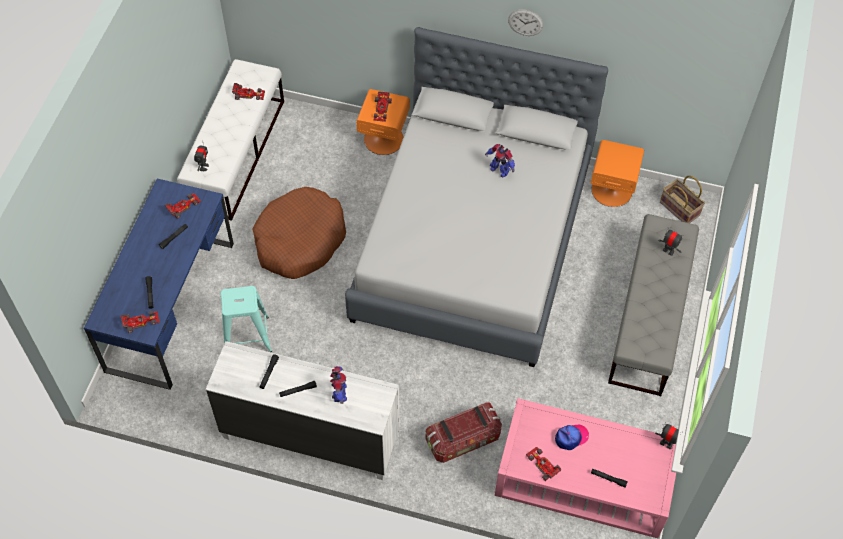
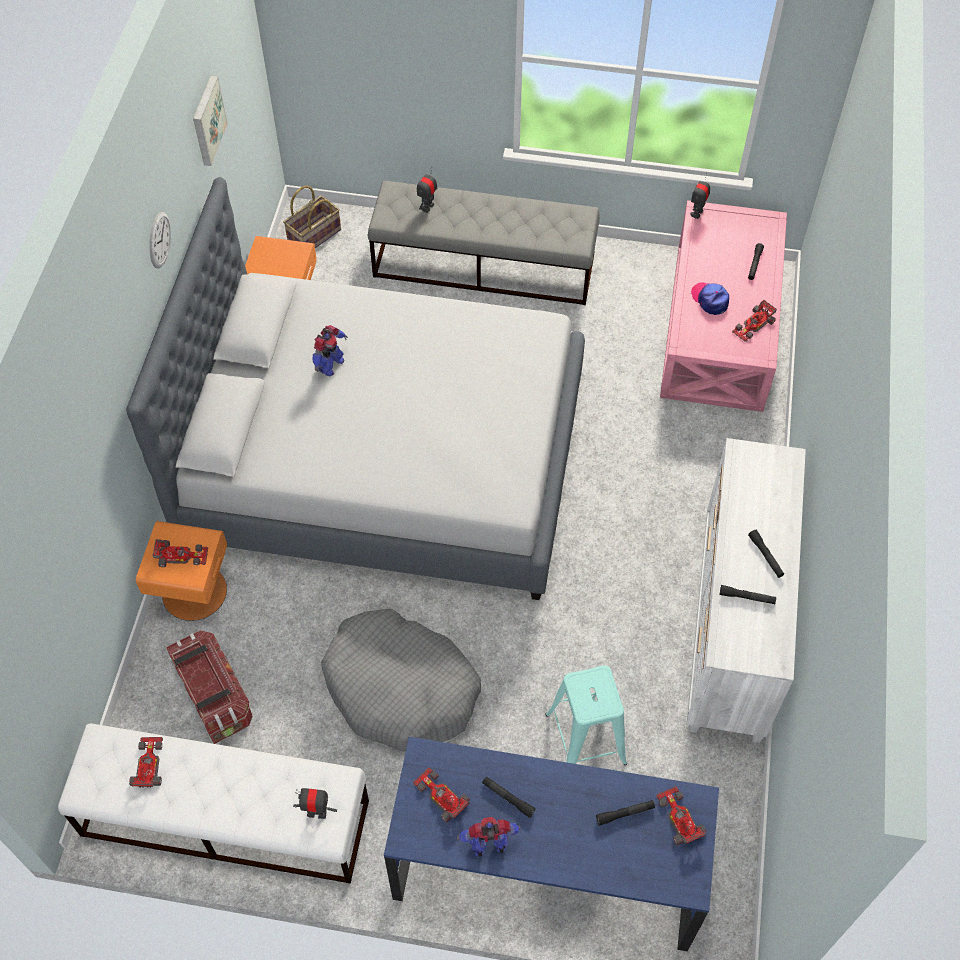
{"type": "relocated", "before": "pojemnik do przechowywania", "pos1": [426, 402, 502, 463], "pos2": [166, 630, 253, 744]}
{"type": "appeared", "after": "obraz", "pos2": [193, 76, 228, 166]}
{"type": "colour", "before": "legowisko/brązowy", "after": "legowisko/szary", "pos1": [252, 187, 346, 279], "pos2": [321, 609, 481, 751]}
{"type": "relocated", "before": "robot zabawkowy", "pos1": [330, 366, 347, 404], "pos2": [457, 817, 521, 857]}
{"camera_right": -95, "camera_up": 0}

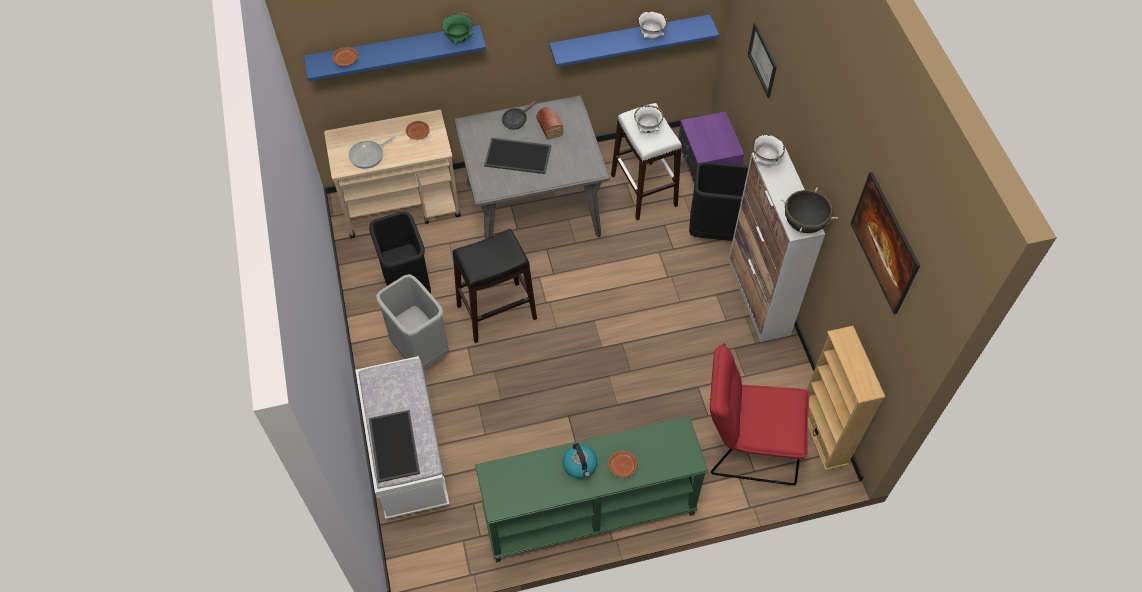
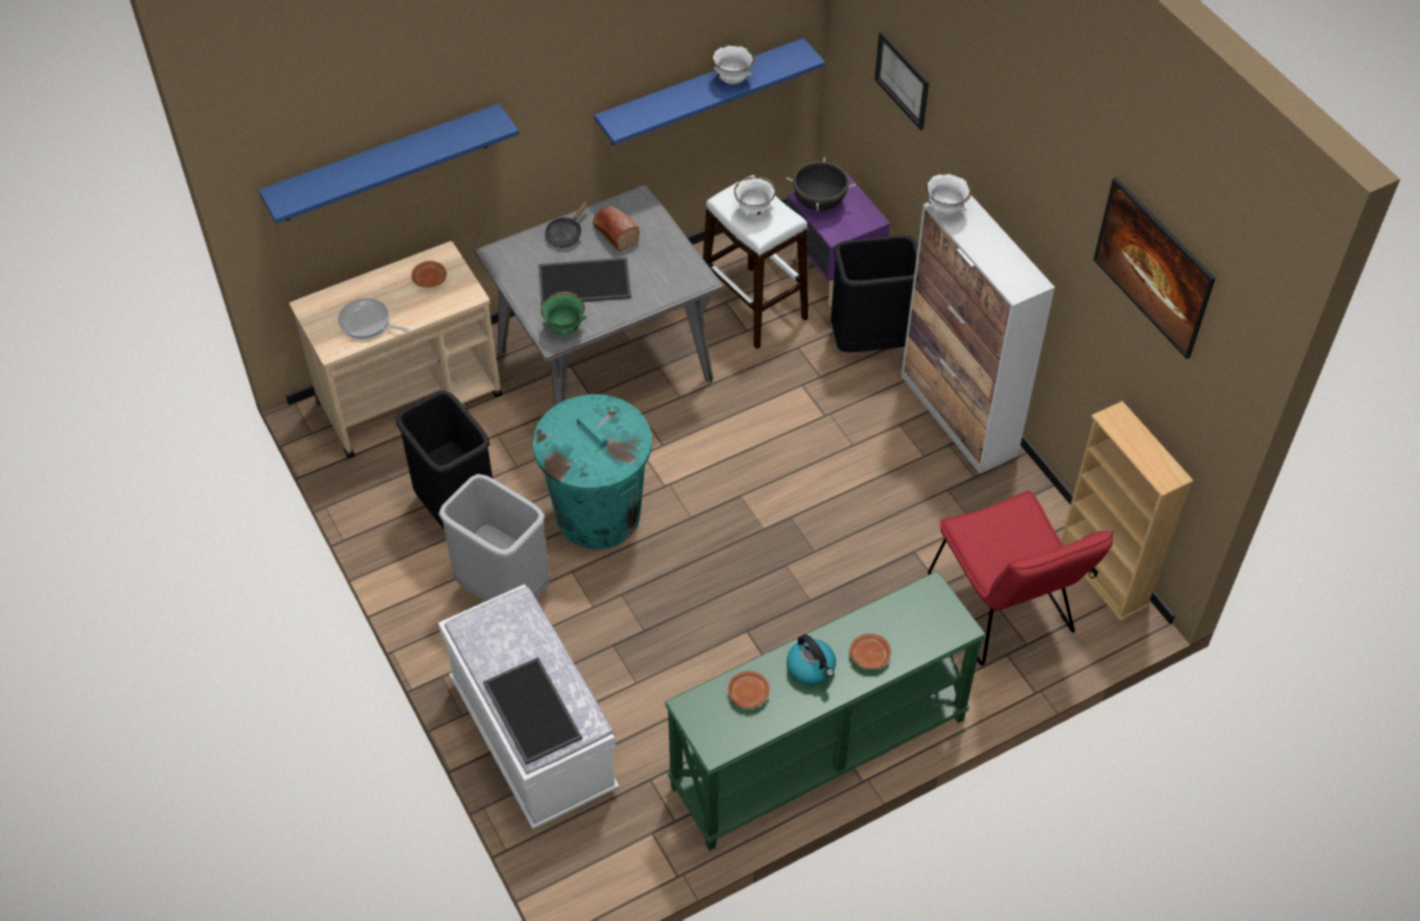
{"type": "spun", "before": "patelnia", "pos1": [349, 136, 396, 169], "pos2": [338, 298, 409, 339], "turn": 75}
{"type": "exchanged", "before": "stołek/czarny", "after": "kosz na śmieci/turkusowy", "pos1": [452, 229, 537, 343], "pos2": [533, 394, 652, 549]}
{"type": "relocated", "before": "miska/zielony", "pos1": [442, 13, 474, 44], "pos2": [541, 292, 587, 337]}
{"type": "relocated", "before": "talerz/brązowy", "pos1": [332, 47, 358, 66], "pos2": [728, 671, 770, 709]}
{"type": "relocated", "before": "garnek/czarny", "pos1": [780, 187, 837, 233], "pos2": [786, 157, 856, 211]}
{"type": "spun", "before": "krzesło/czerwony", "pos1": [710, 343, 809, 485], "pos2": [928, 491, 1114, 665], "turn": -105}
{"camera_right": -15, "camera_up": -5}

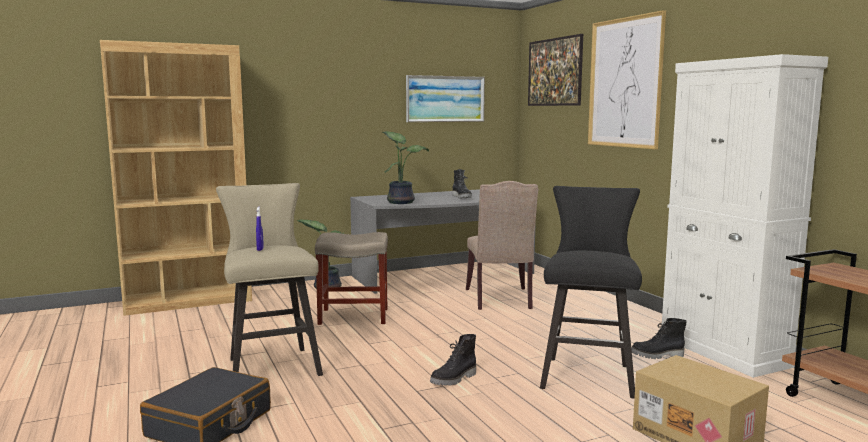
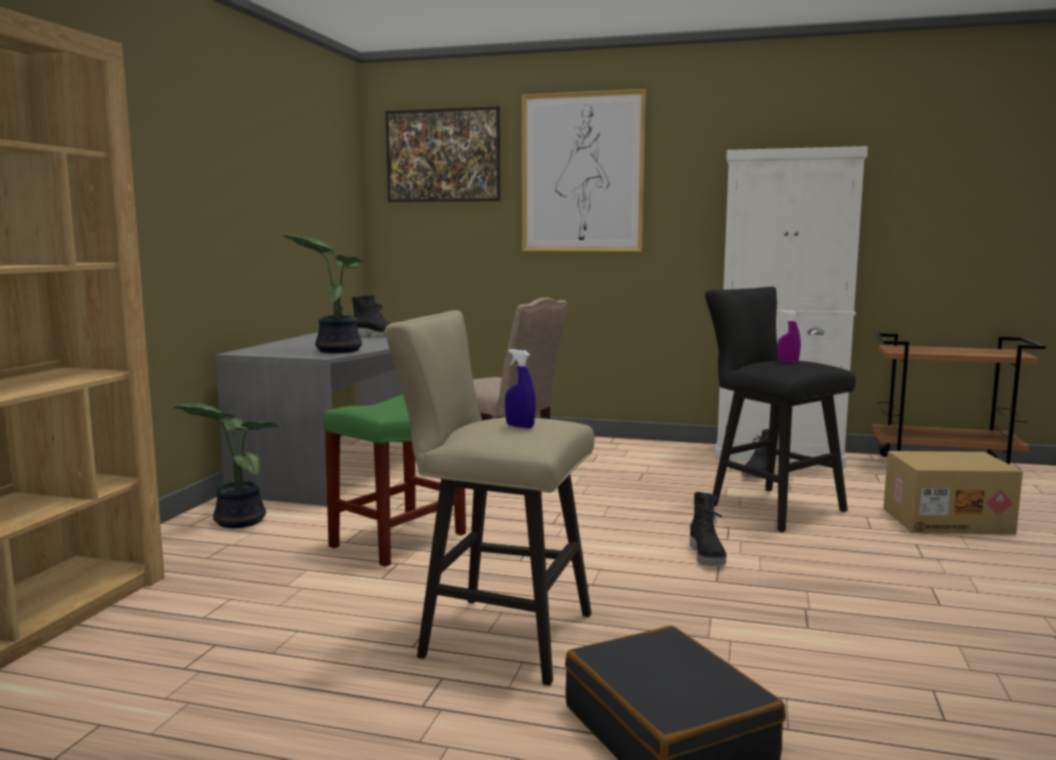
{"type": "colour", "before": "stołek/beżowy", "after": "stołek/zielony", "pos1": [315, 232, 388, 325], "pos2": [323, 395, 466, 567]}
{"type": "appeared", "after": "spryskiwacz/fioletowy", "pos2": [777, 311, 801, 362]}
{"type": "missing", "before": "obraz", "pos1": [406, 75, 485, 122]}
{"camera_right": -50, "camera_up": 0}

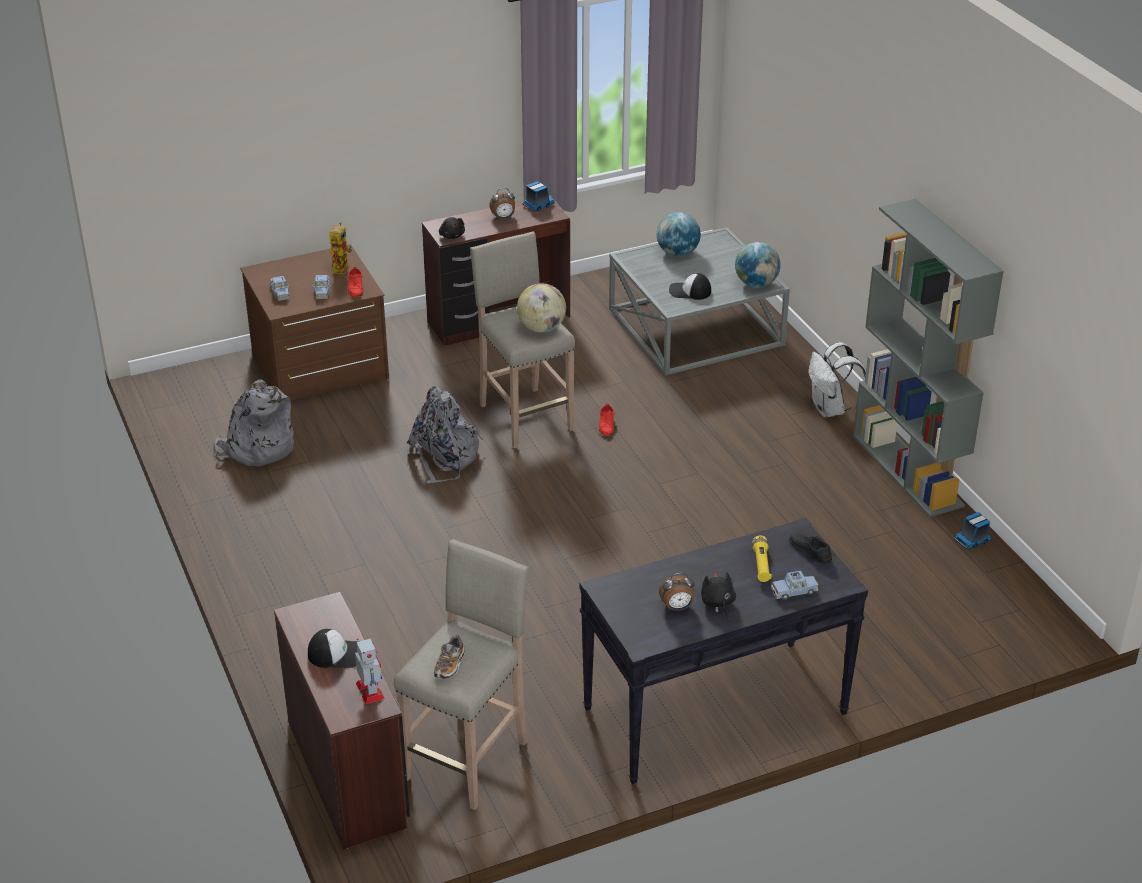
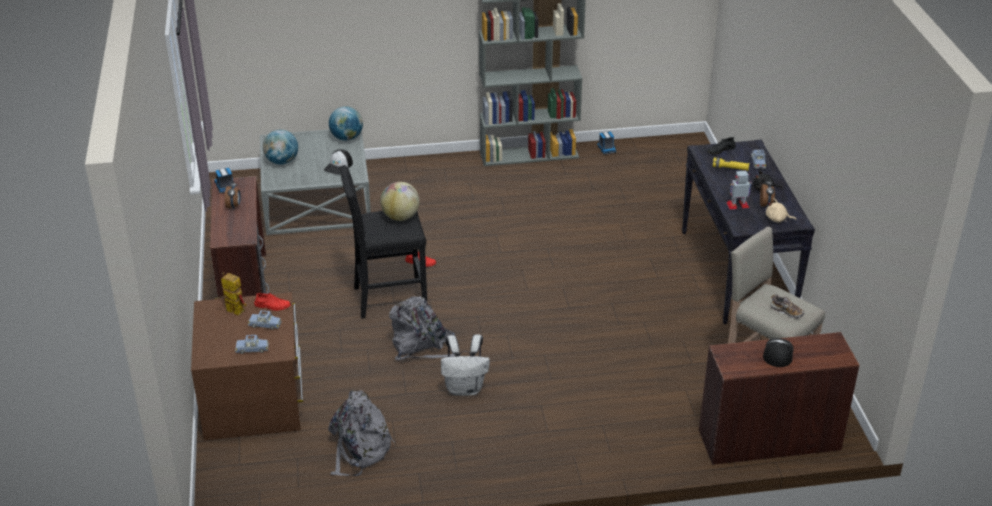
{"type": "colour", "before": "stołek/beżowy", "after": "stołek/czarny", "pos1": [470, 232, 575, 448], "pos2": [340, 165, 427, 319]}
{"type": "relocated", "before": "plecak/biały", "pos1": [809, 342, 866, 418], "pos2": [441, 334, 490, 396]}
{"type": "relocated", "before": "robot zabawkowy", "pos1": [355, 638, 385, 704], "pos2": [727, 171, 752, 209]}
{"type": "appeared", "after": "pluszak/beżowy", "pos2": [766, 198, 796, 222]}
{"type": "missing", "before": "pluszak/czarny", "pos1": [439, 217, 465, 239]}
{"camera_right": -75, "camera_up": 0}

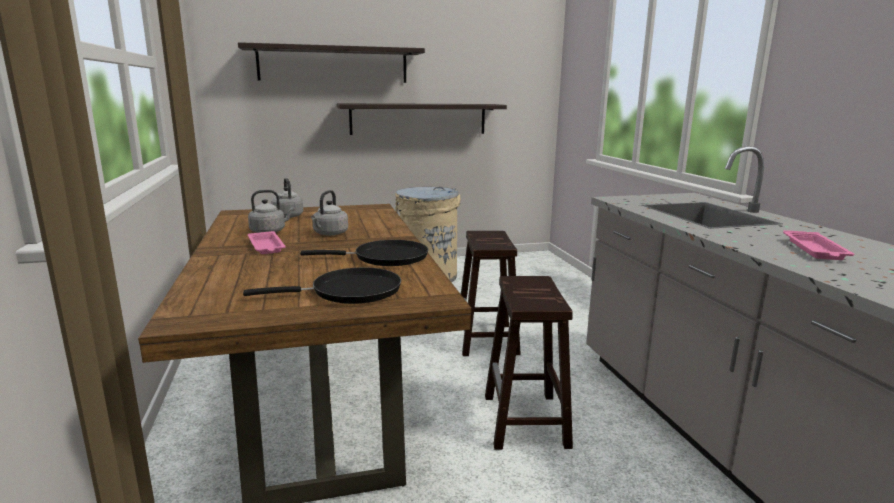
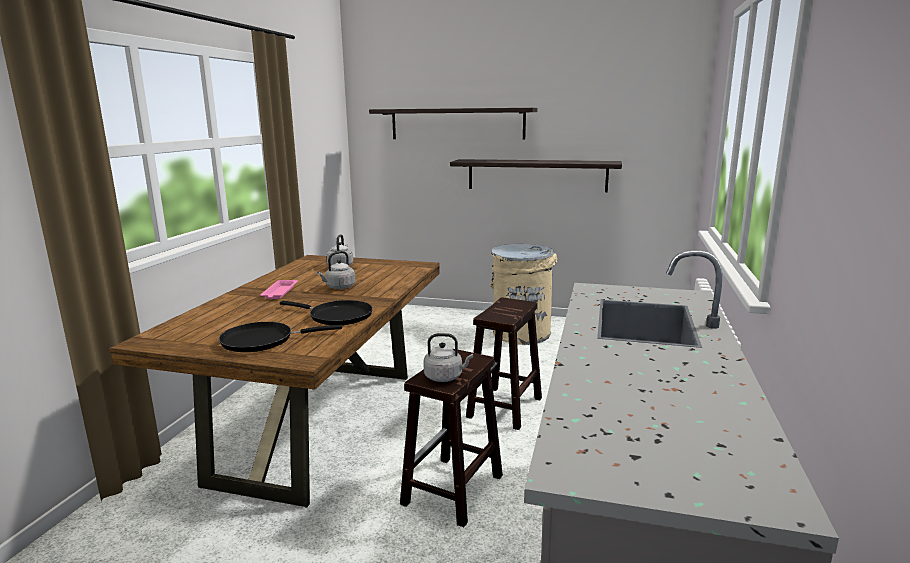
{"type": "spun", "before": "patelnia/czarny", "pos1": [243, 267, 401, 304], "pos2": [219, 322, 342, 352], "turn": 150}
{"type": "relocated", "before": "czajnik/szary", "pos1": [248, 190, 294, 233], "pos2": [423, 333, 473, 382]}
{"type": "missing", "before": "taca/różowy", "pos1": [783, 230, 854, 260]}
{"camera_right": 30, "camera_up": 0}

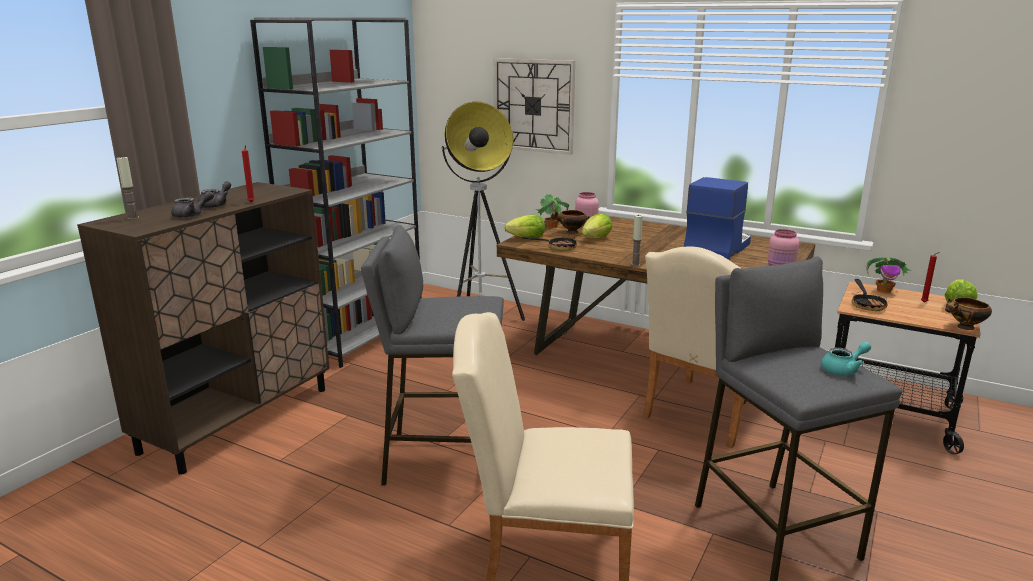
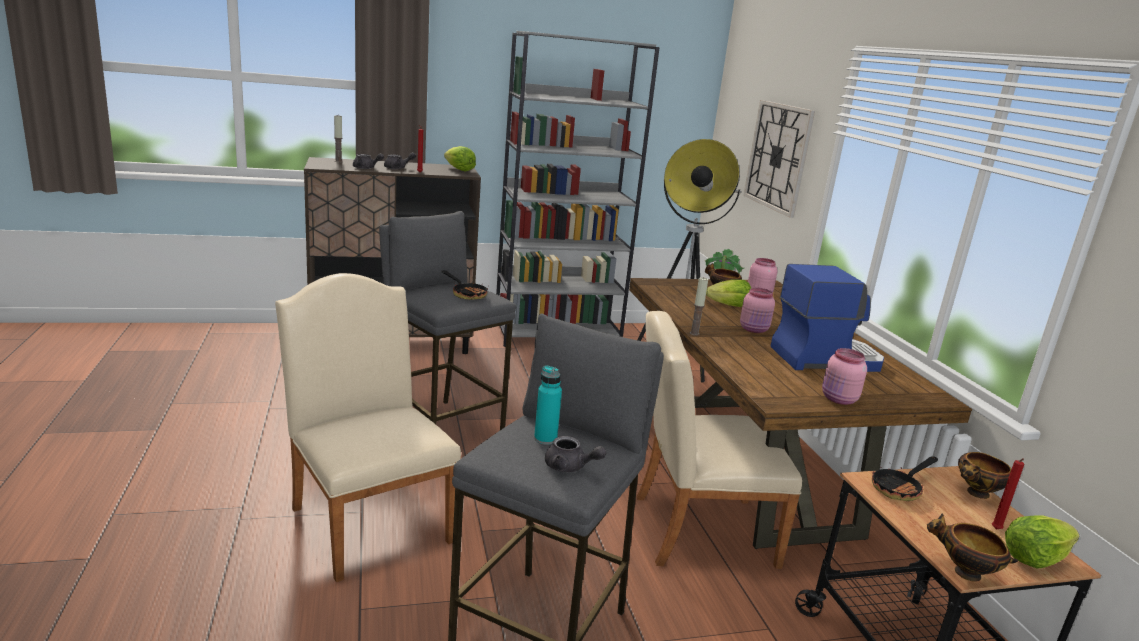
{"type": "relocated", "before": "patelnia", "pos1": [522, 237, 577, 251], "pos2": [441, 270, 488, 300]}
{"type": "relocated", "before": "sałata", "pos1": [504, 214, 545, 238], "pos2": [444, 146, 476, 172]}
{"type": "appeared", "after": "butelka/turkusowy", "pos2": [534, 366, 562, 445]}
{"type": "colour", "before": "imbryk/turkusowy", "after": "imbryk/szary", "pos1": [821, 342, 871, 376], "pos2": [545, 436, 606, 472]}
{"type": "appeared", "after": "słoik/różowy", "pos2": [740, 288, 775, 333]}
{"type": "exchanged", "before": "roślina doniczkowa", "after": "miska", "pos1": [866, 257, 911, 293], "pos2": [958, 452, 1011, 499]}
{"camera_right": 45, "camera_up": 0}

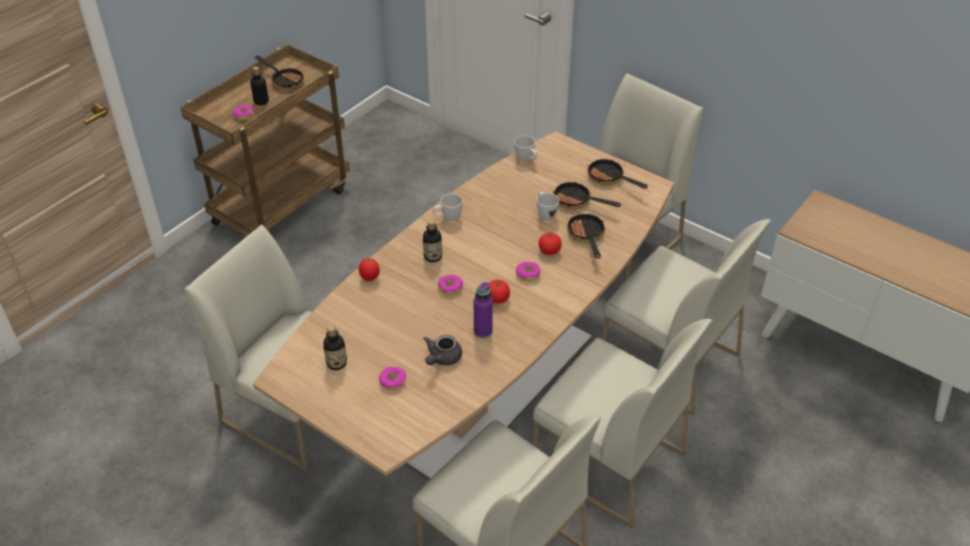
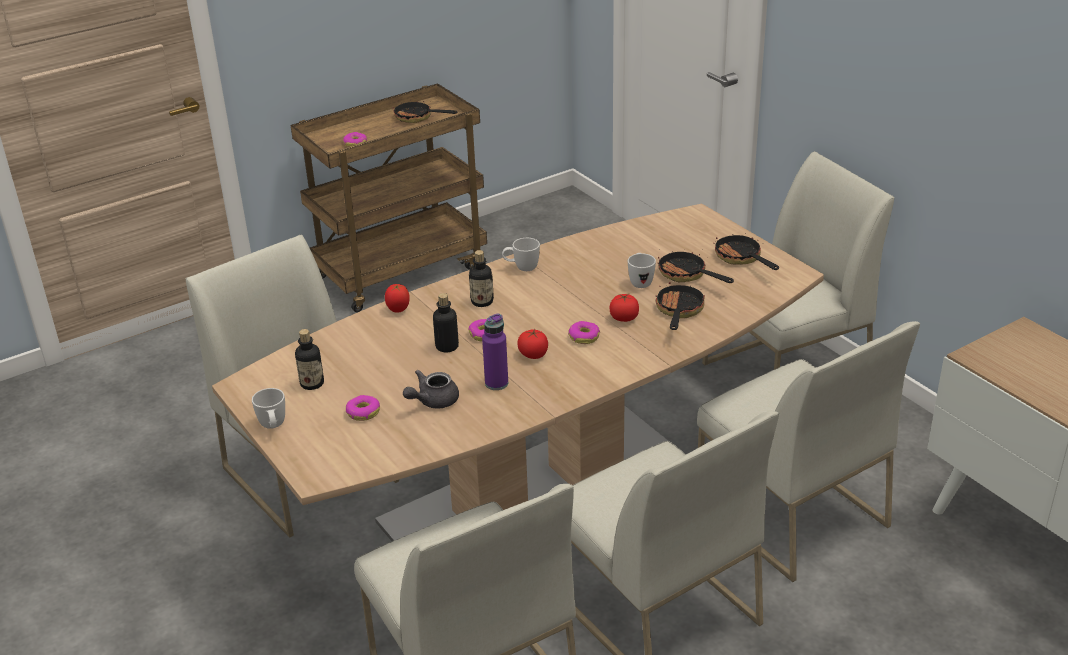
{"type": "relocated", "before": "kubek/biały", "pos1": [514, 136, 537, 162], "pos2": [252, 388, 285, 429]}
{"type": "spun", "before": "patelnia", "pos1": [255, 56, 304, 90], "pos2": [392, 101, 458, 123], "turn": 150}
{"type": "relocated", "before": "butelka", "pos1": [250, 67, 269, 105], "pos2": [433, 293, 459, 352]}
{"camera_right": 20, "camera_up": -10}

